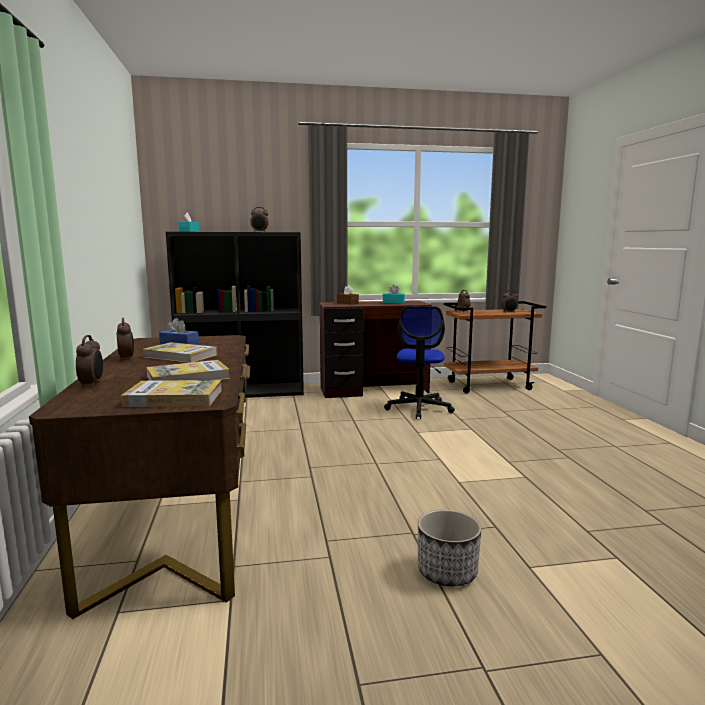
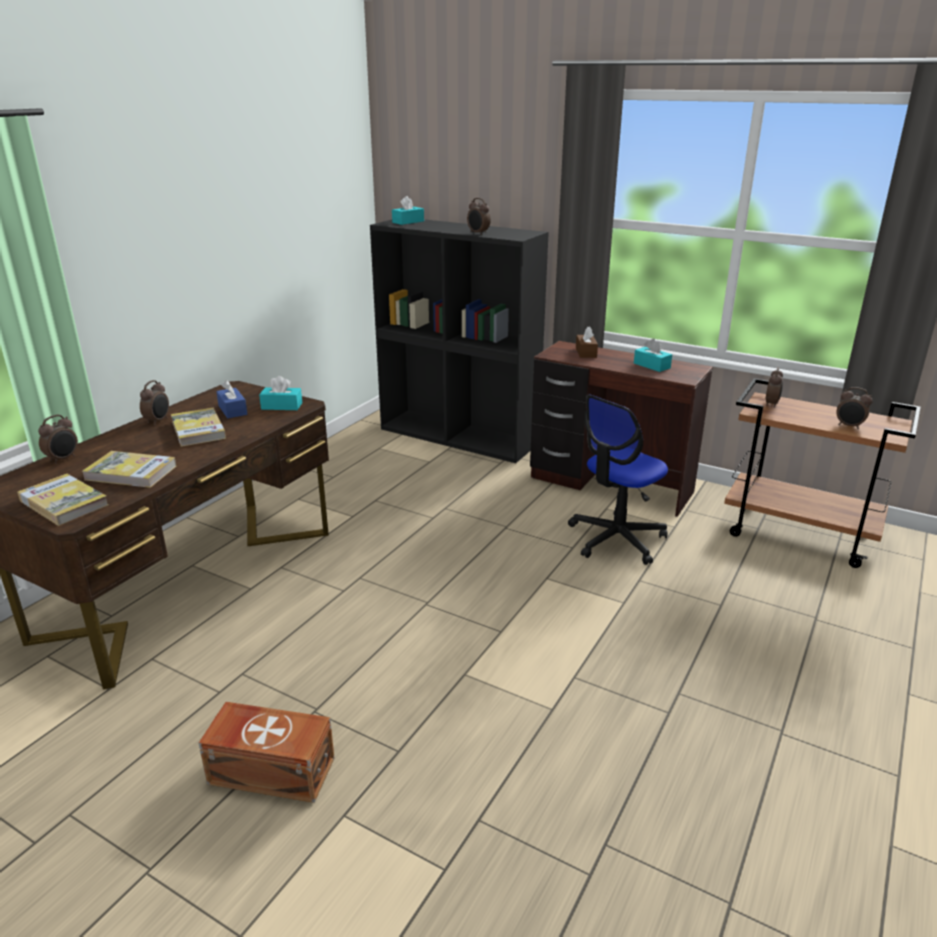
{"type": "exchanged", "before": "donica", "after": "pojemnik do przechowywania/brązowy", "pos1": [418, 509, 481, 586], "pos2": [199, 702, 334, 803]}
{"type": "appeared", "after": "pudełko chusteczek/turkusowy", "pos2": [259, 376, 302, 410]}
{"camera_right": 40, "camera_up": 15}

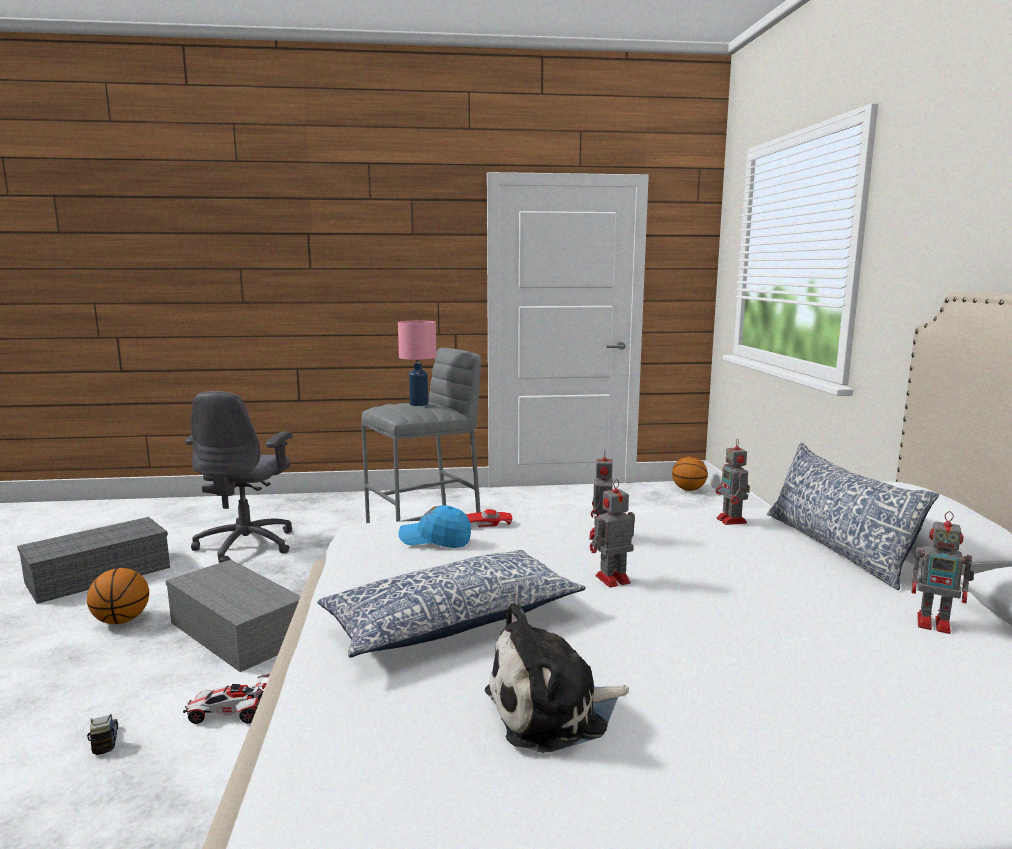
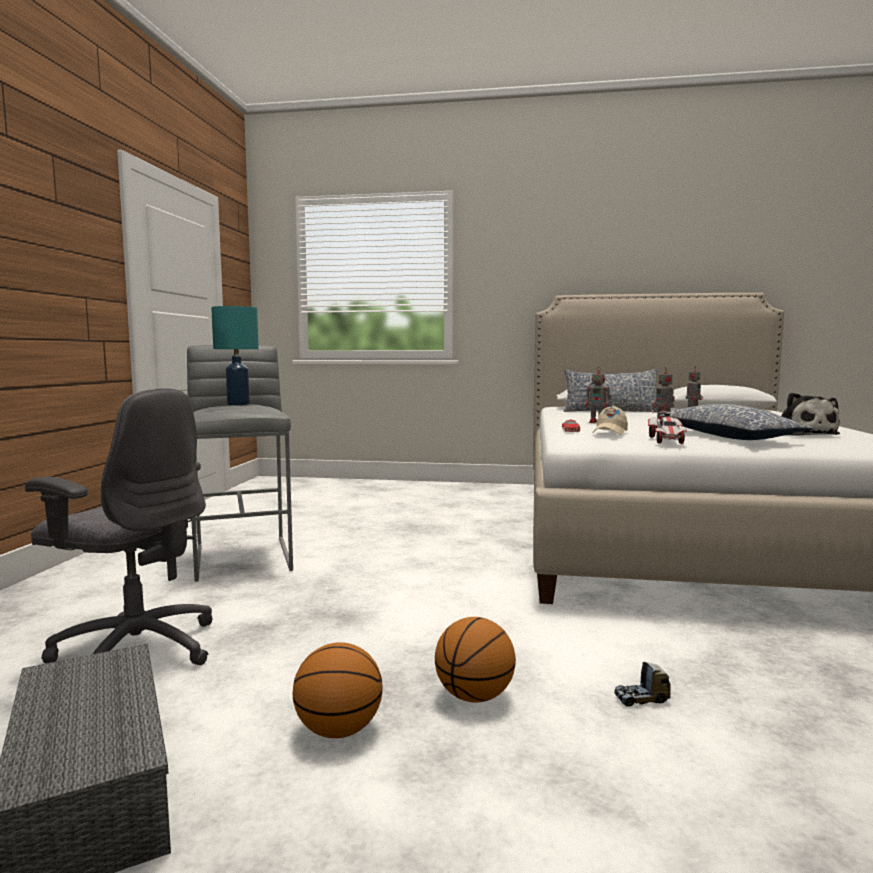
{"type": "colour", "before": "lampa stołowa/różowy", "after": "lampa stołowa/turkusowy", "pos1": [398, 321, 436, 406], "pos2": [211, 306, 259, 405]}
{"type": "relocated", "before": "piłka do koszykówki", "pos1": [672, 456, 707, 491], "pos2": [435, 617, 516, 703]}
{"type": "colour", "before": "czapka z daszkiem/niebieski", "after": "czapka z daszkiem/beżowy", "pos1": [398, 505, 471, 548], "pos2": [592, 406, 628, 435]}
{"type": "relocated", "before": "samochodzik", "pos1": [183, 673, 271, 724], "pos2": [648, 409, 687, 444]}
{"type": "missing", "before": "pojemnik do przechowywania/szary", "pos1": [166, 560, 301, 672]}
{"type": "missing", "before": "robot zabawkowy", "pos1": [716, 440, 750, 525]}
{"camera_right": -75, "camera_up": -5}

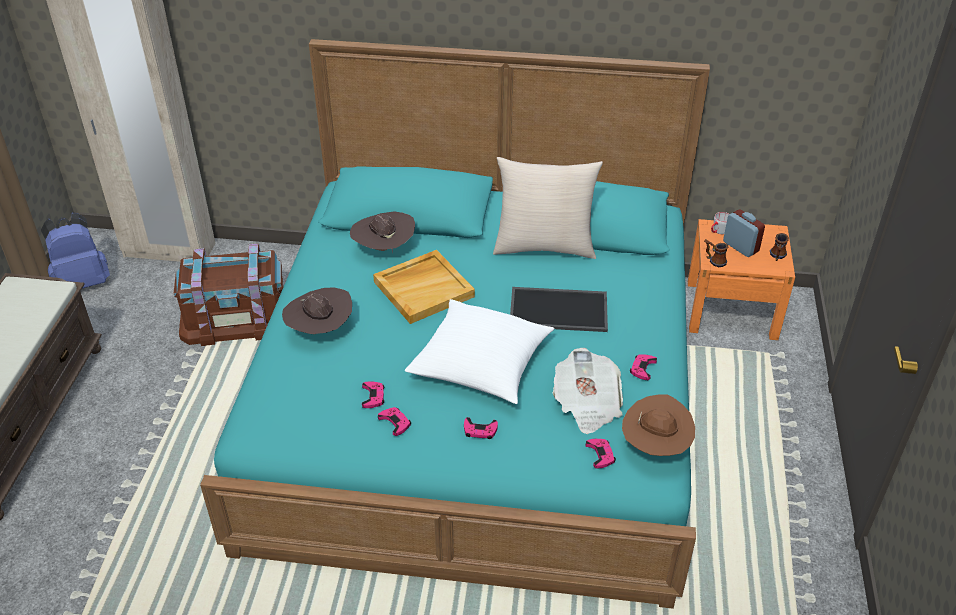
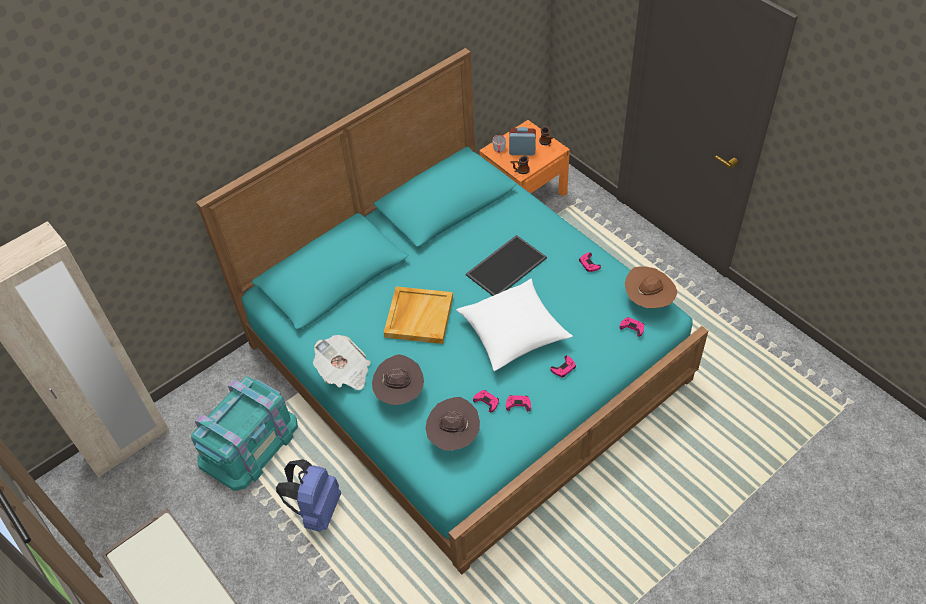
{"type": "colour", "before": "pojemnik do przechowywania/brązowy", "after": "pojemnik do przechowywania/turkusowy", "pos1": [174, 243, 284, 346], "pos2": [191, 376, 298, 491]}
{"type": "relocated", "before": "plecak/niebieski", "pos1": [41, 212, 110, 288], "pos2": [276, 459, 341, 532]}
{"type": "relocated", "before": "gazeta", "pos1": [553, 348, 623, 434], "pos2": [313, 335, 370, 390]}
{"type": "relocated", "before": "kapelusz/brązowy", "pos1": [350, 211, 415, 253], "pos2": [426, 397, 480, 450]}
{"type": "missing", "before": "poduszka/beżowy", "pos1": [493, 157, 603, 259]}
{"camera_right": -45, "camera_up": 10}

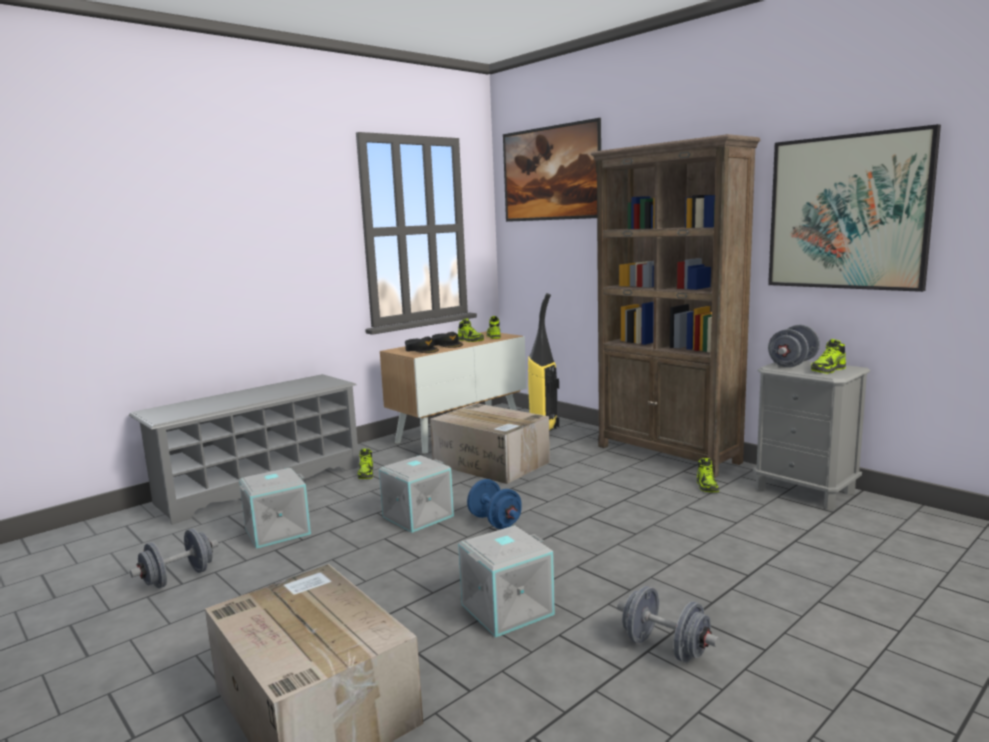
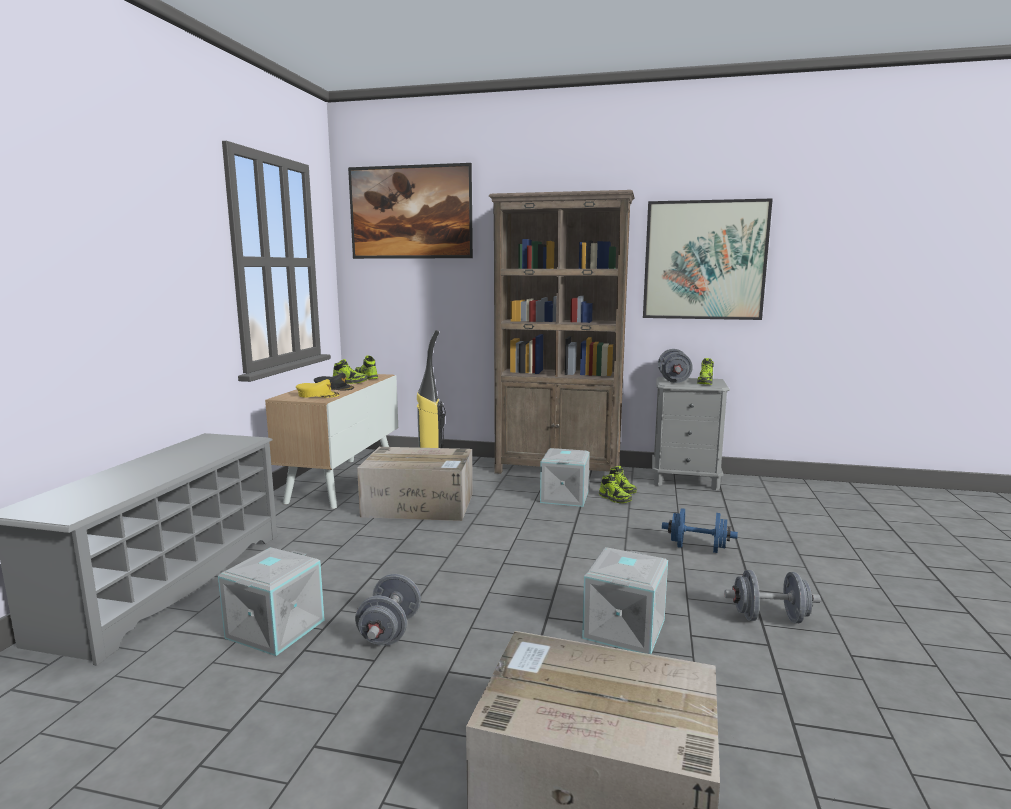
{"type": "colour", "before": "czapka z daszkiem/czarny", "after": "czapka z daszkiem/żółty", "pos1": [405, 337, 439, 353], "pos2": [296, 379, 340, 398]}
{"type": "relocated", "before": "hantel/szary", "pos1": [130, 529, 218, 589], "pos2": [355, 574, 421, 646]}
{"type": "relocated", "before": "pojemnik do przechowywania/szary", "pos1": [379, 455, 454, 533], "pos2": [540, 448, 590, 507]}
{"type": "relocated", "before": "but", "pos1": [357, 449, 373, 479], "pos2": [599, 474, 632, 503]}
{"type": "relocated", "before": "hantel/niebieski", "pos1": [467, 479, 522, 529], "pos2": [662, 508, 738, 553]}
{"camera_right": -35, "camera_up": 0}

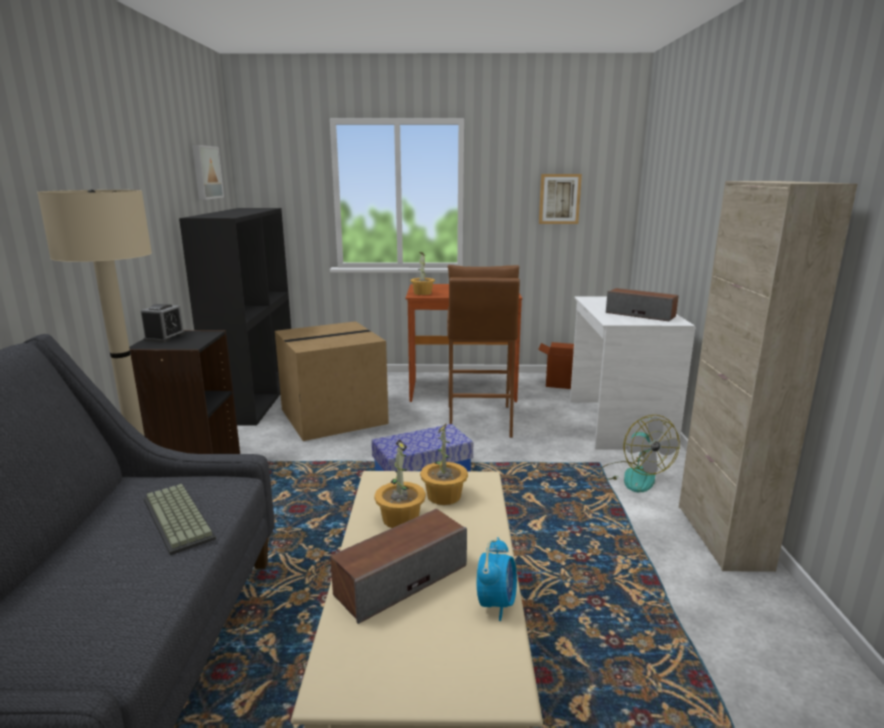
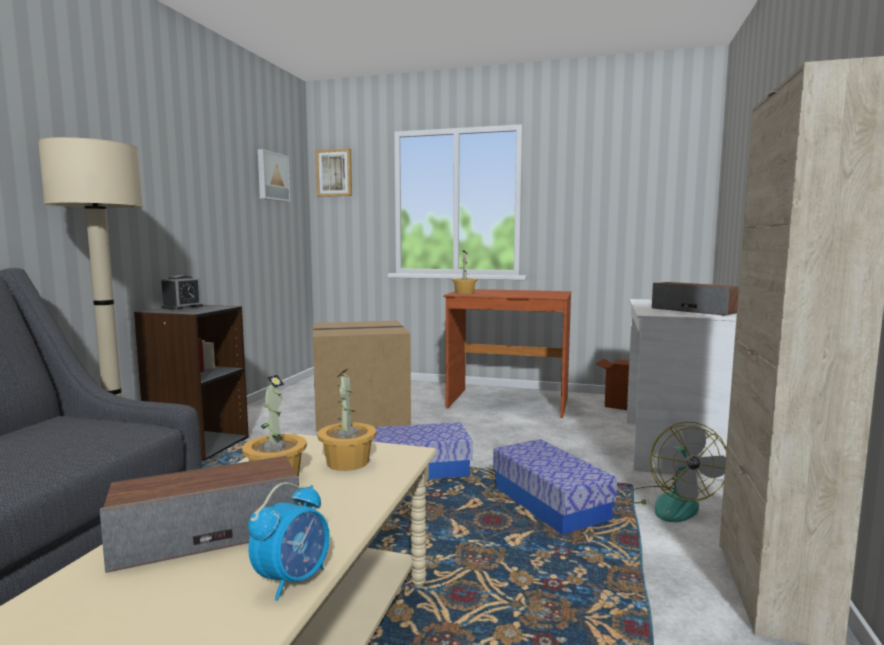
{"type": "relocated", "before": "obraz", "pos1": [539, 174, 582, 224], "pos2": [315, 148, 352, 197]}
{"type": "appeared", "after": "pojemnik do przechowywania", "pos2": [493, 439, 617, 535]}
{"type": "missing", "before": "klawiatura", "pos1": [144, 484, 216, 555]}
{"type": "missing", "before": "regał/czarny", "pos1": [179, 208, 291, 426]}
{"type": "missing", "before": "stołek/brązowy", "pos1": [447, 265, 520, 438]}
{"camera_right": 15, "camera_up": -10}

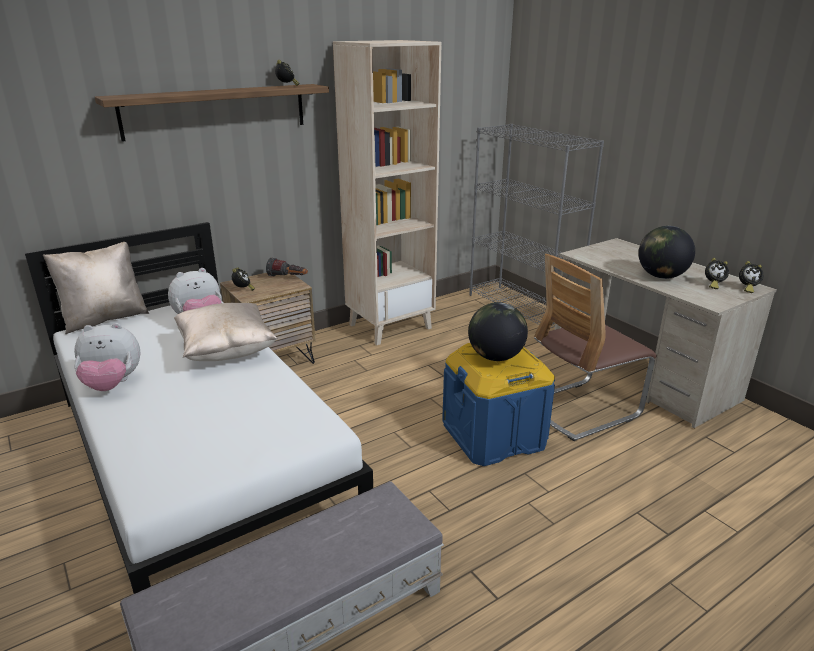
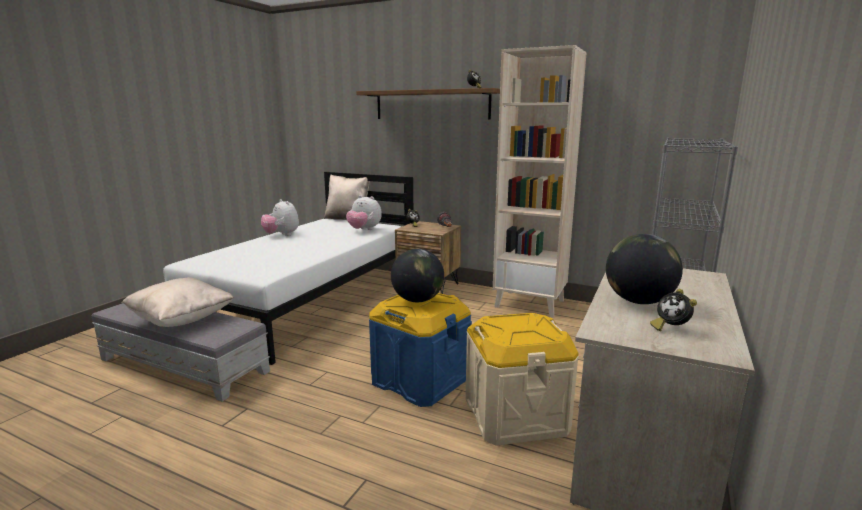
{"type": "relocated", "before": "poduszka/beżowy", "pos1": [174, 303, 277, 361], "pos2": [122, 277, 234, 327]}
{"type": "exchanged", "before": "krzesło", "after": "pojemnik do przechowywania/beżowy", "pos1": [534, 254, 657, 441], "pos2": [465, 313, 579, 446]}
{"type": "missing", "before": "budzik", "pos1": [739, 261, 764, 293]}
{"camera_right": 60, "camera_up": -10}

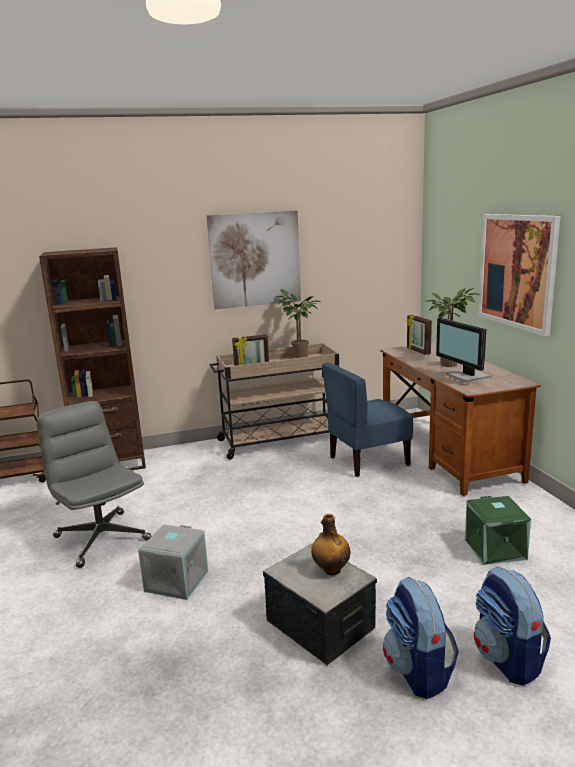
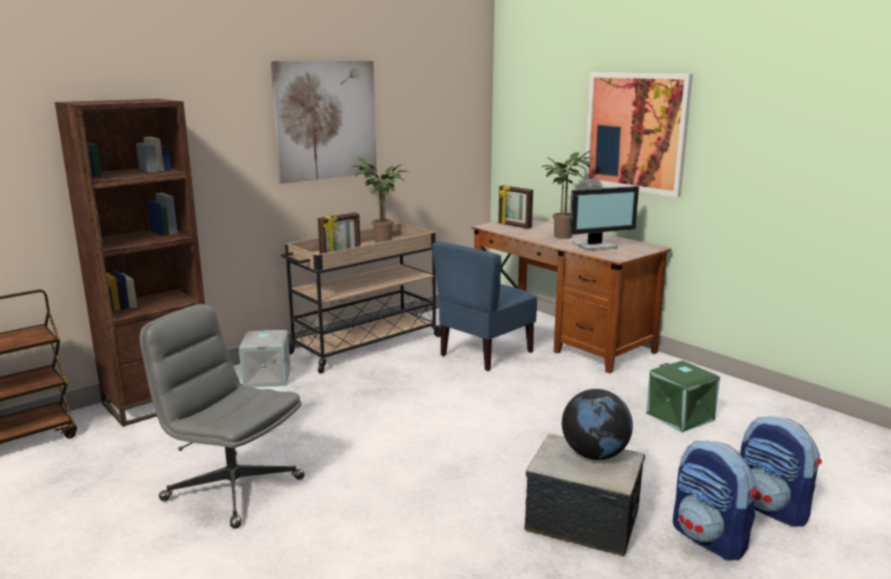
{"type": "relocated", "before": "pojemnik do przechowywania/szary", "pos1": [138, 524, 208, 600], "pos2": [239, 330, 291, 388]}
{"type": "exchanged", "before": "butelka", "after": "globus", "pos1": [311, 514, 350, 575], "pos2": [562, 389, 633, 460]}
{"type": "spun", "before": "monitor", "pos1": [436, 318, 491, 383], "pos2": [570, 186, 639, 251], "turn": -60}
{"camera_right": -25, "camera_up": 0}

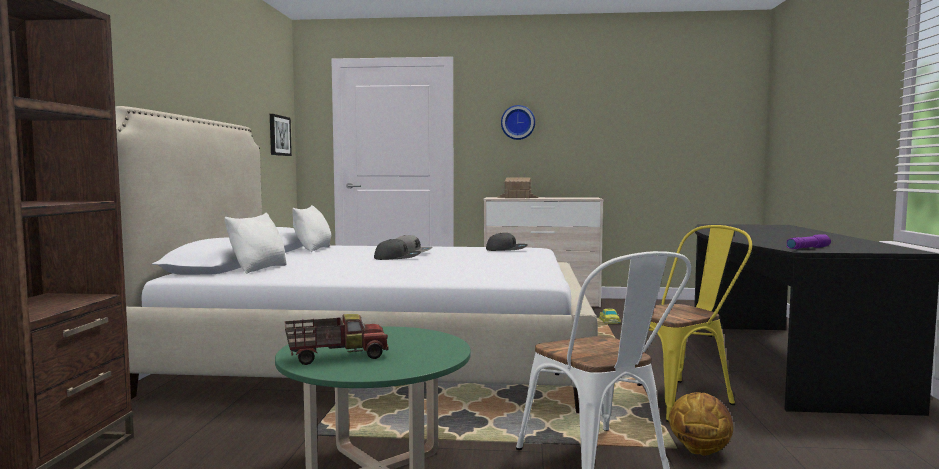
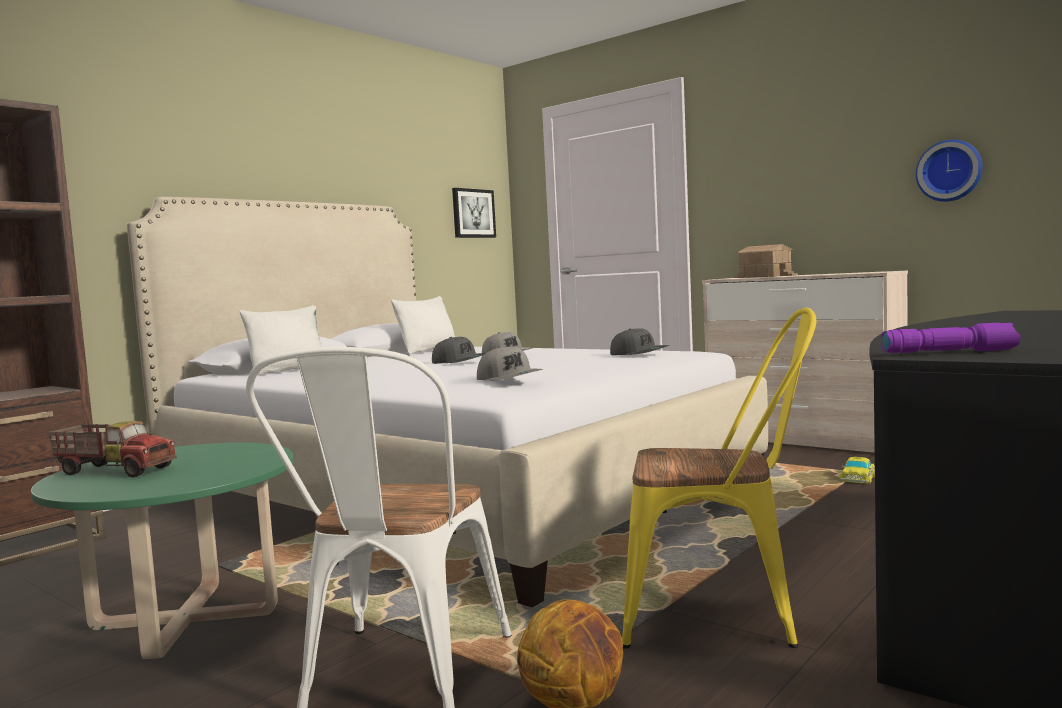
{"type": "appeared", "after": "czapka z daszkiem/szary", "pos2": [477, 346, 543, 381]}
{"type": "relocated", "before": "zegar ścienny", "pos1": [501, 105, 535, 140], "pos2": [916, 140, 983, 202]}
{"camera_right": 35, "camera_up": 0}

